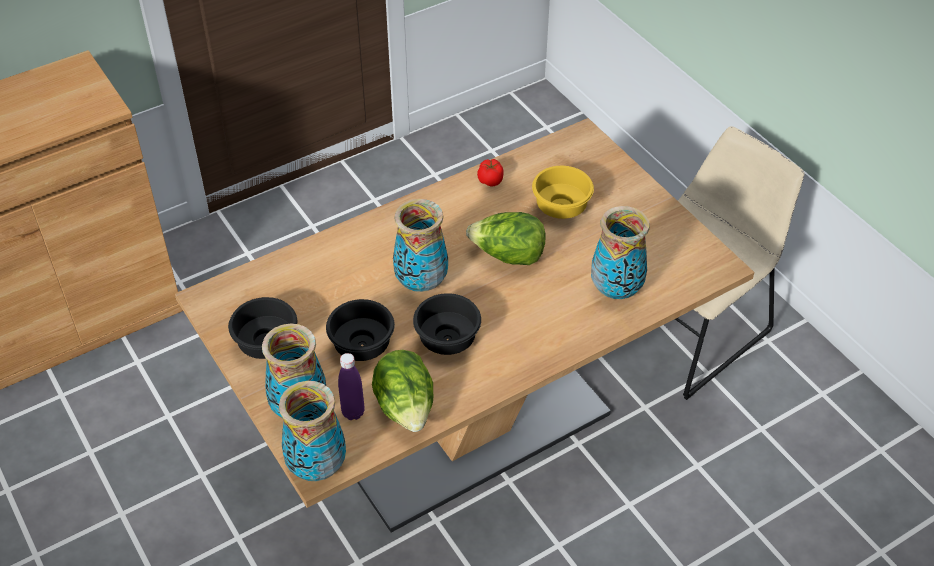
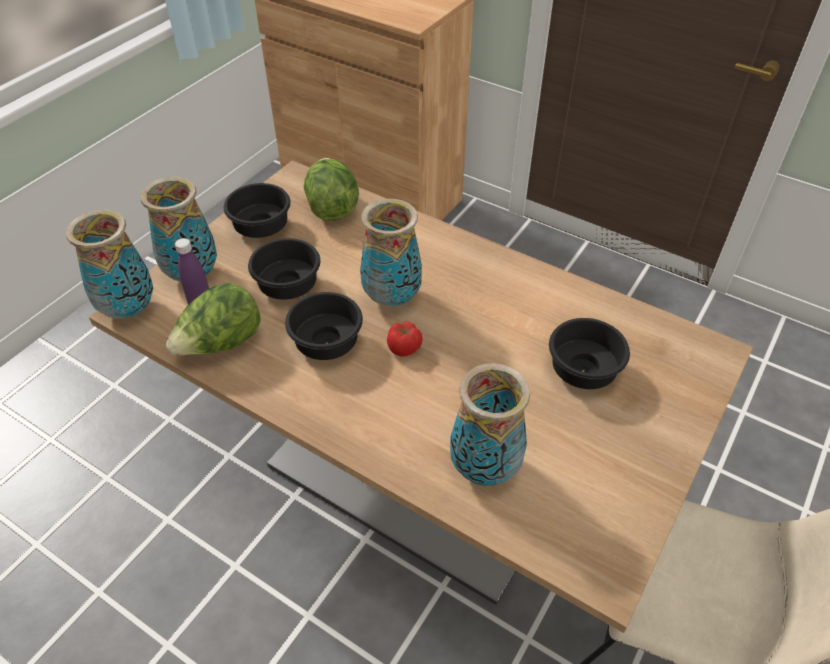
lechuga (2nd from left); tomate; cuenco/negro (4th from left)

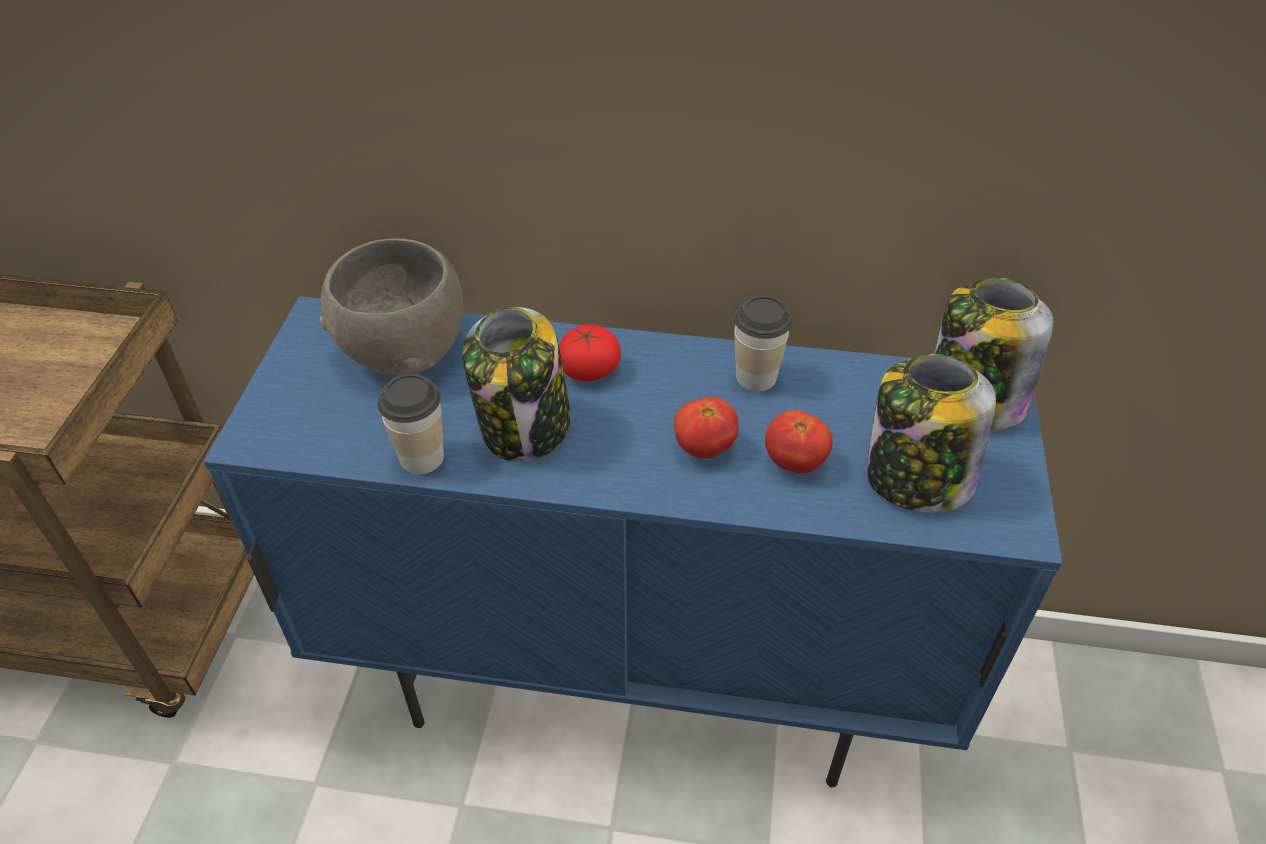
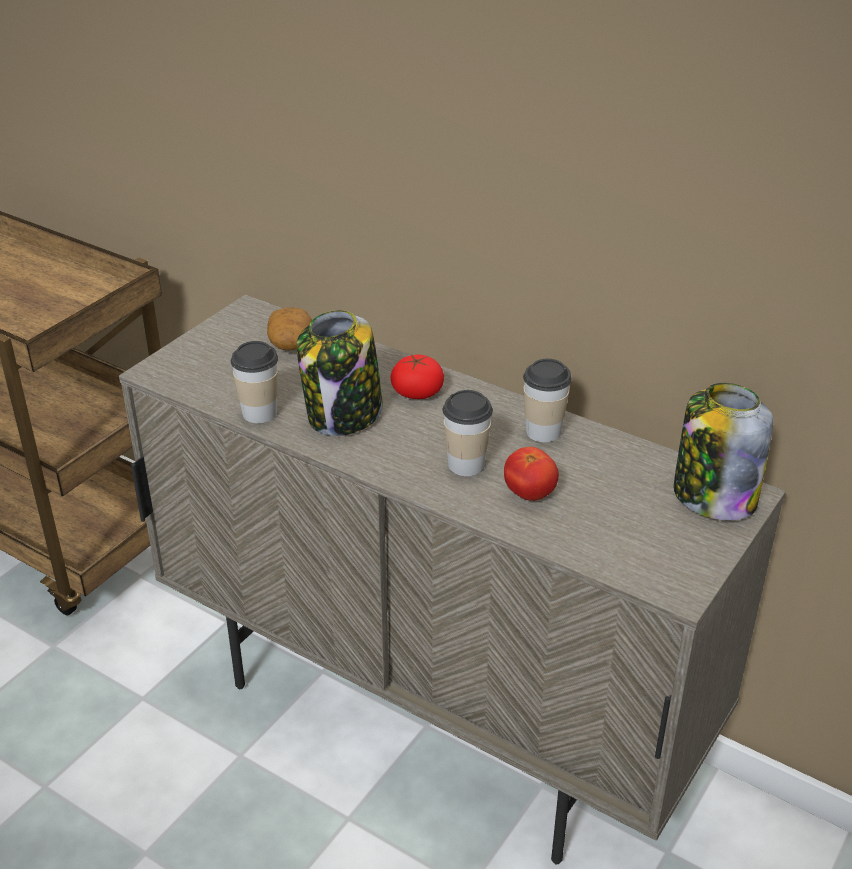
tarro (2nd from left in the first image); patata; taza (2nd from left); armario/beis

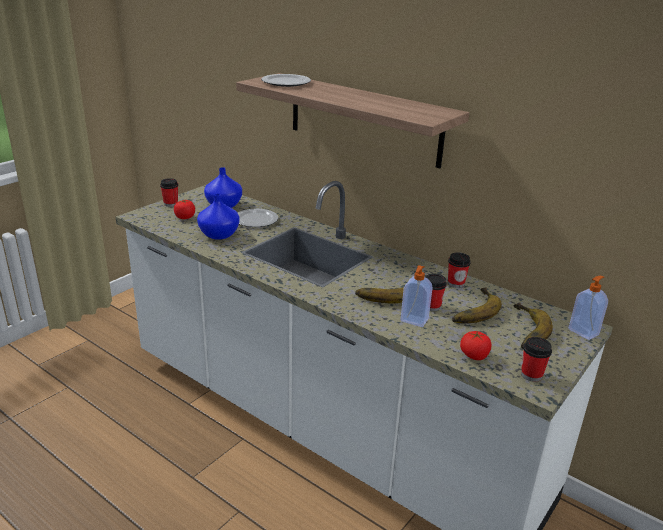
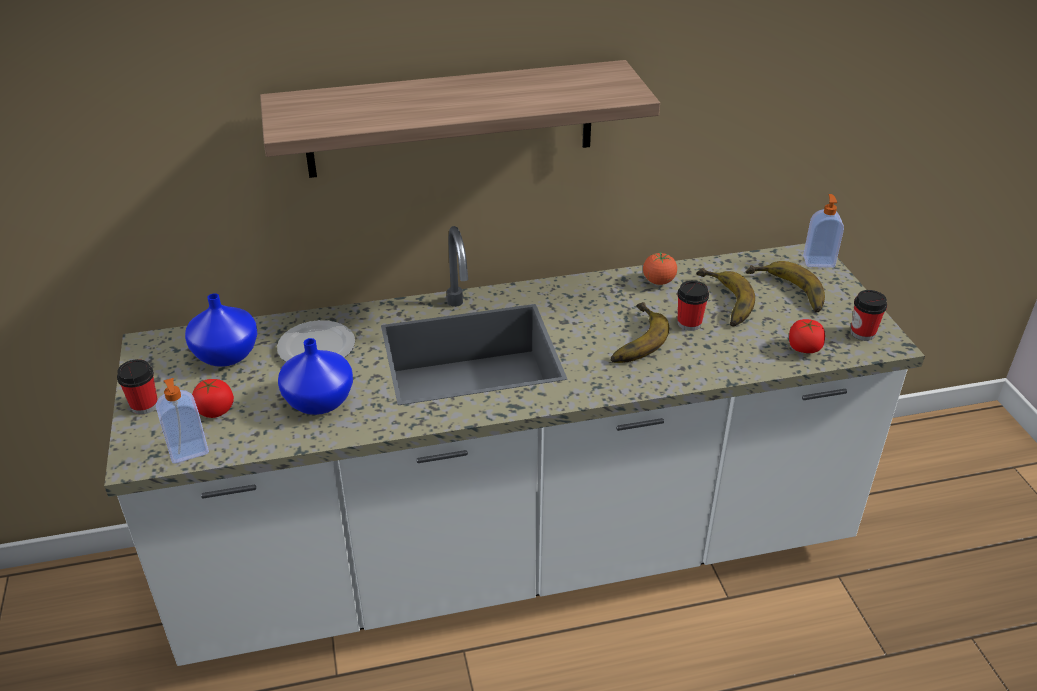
plato (2nd from left in the first image); dispensador de jabón (1st from left); tomate (2nd from left)

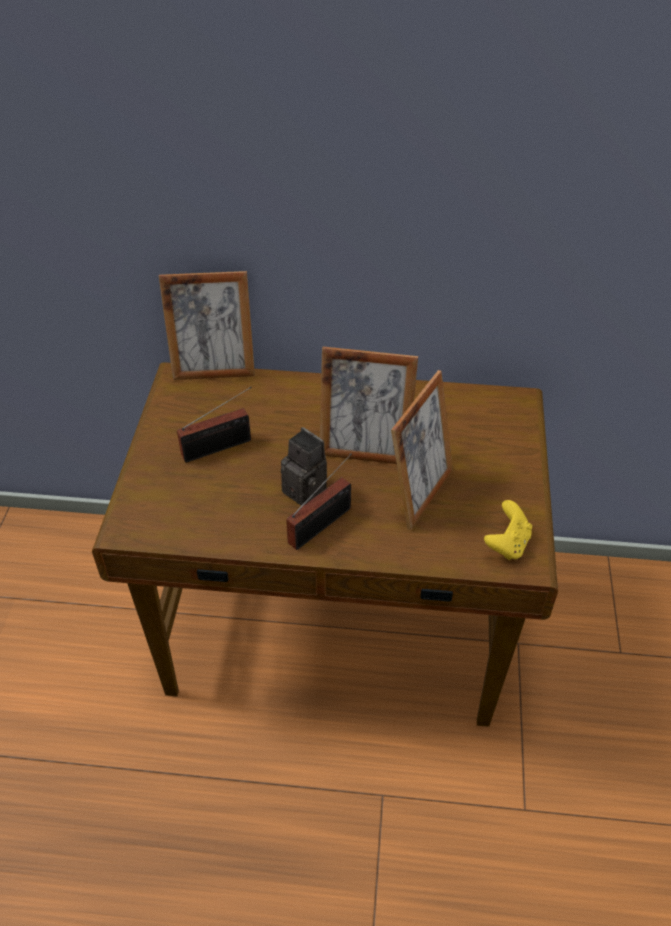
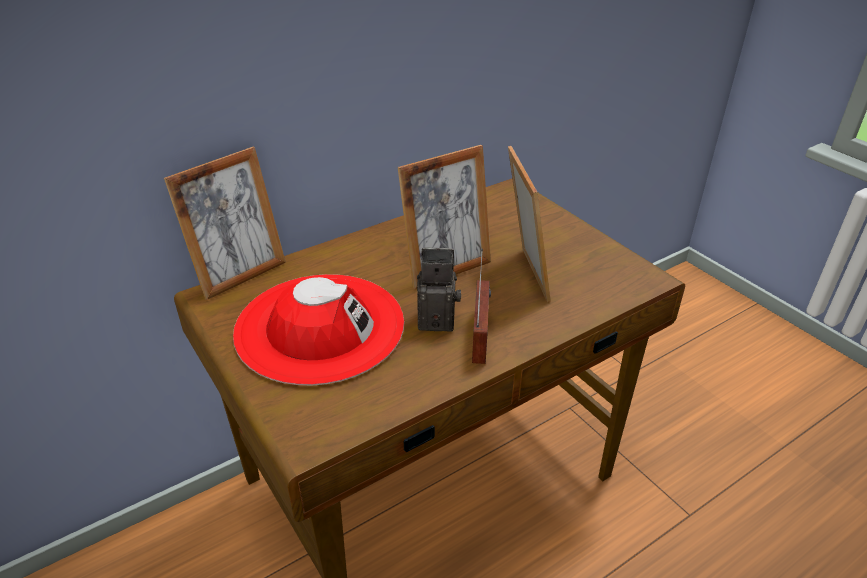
mando de consola/amarillo; sombrero/rojo

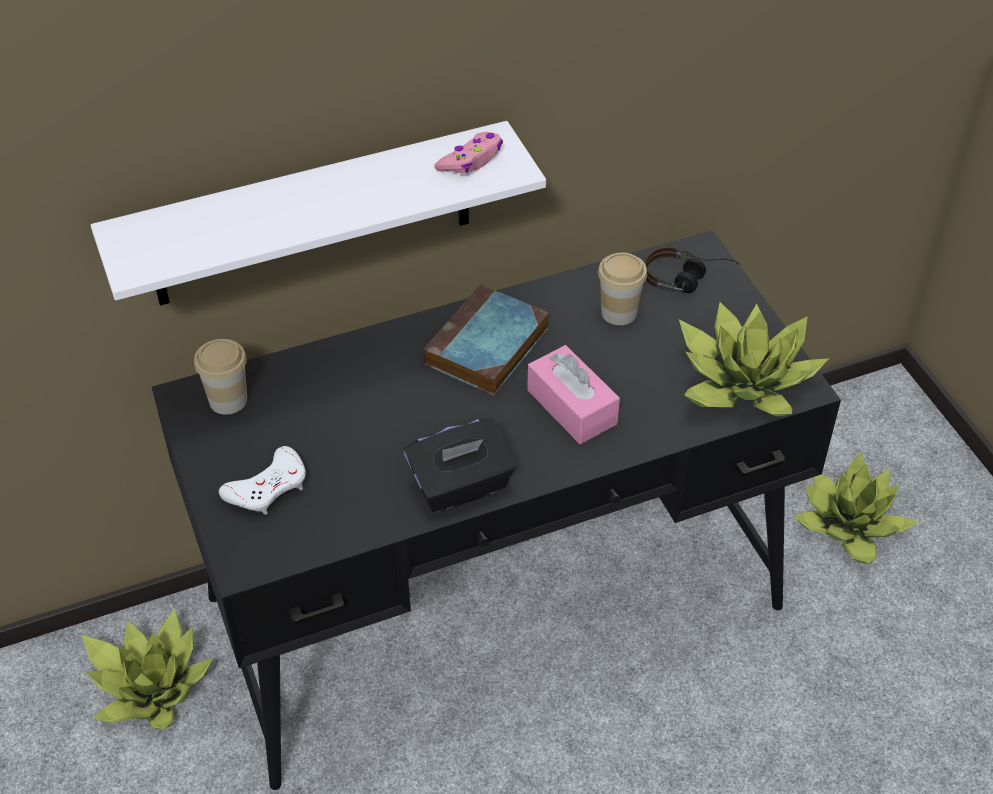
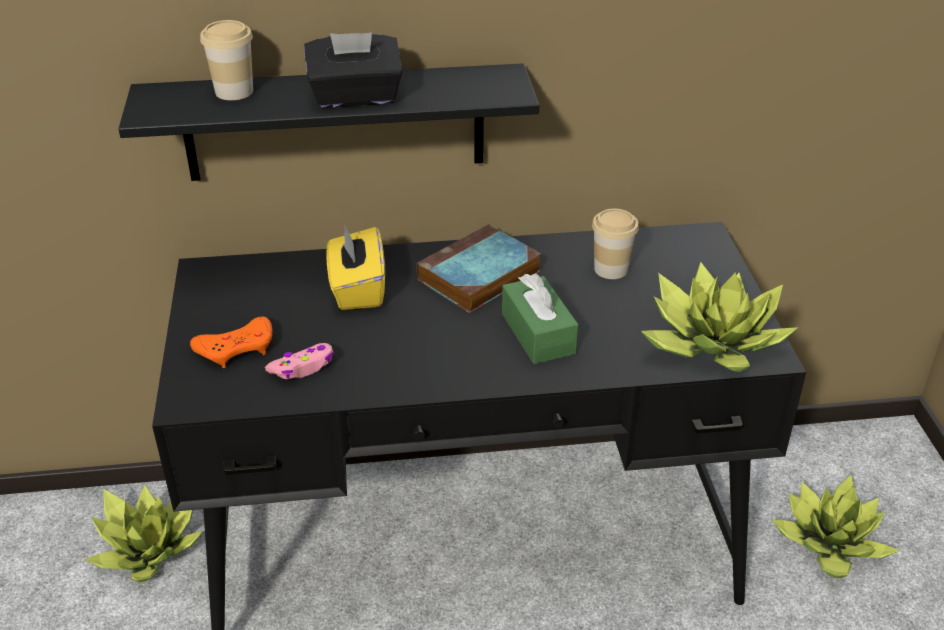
auriculares; caja de pañuelos/amarillo; taza (1st from left); caja de pañuelos/negro; mando de consola/rosa; estante/negro; mando de consola/naranja; caja de pañuelos/verde

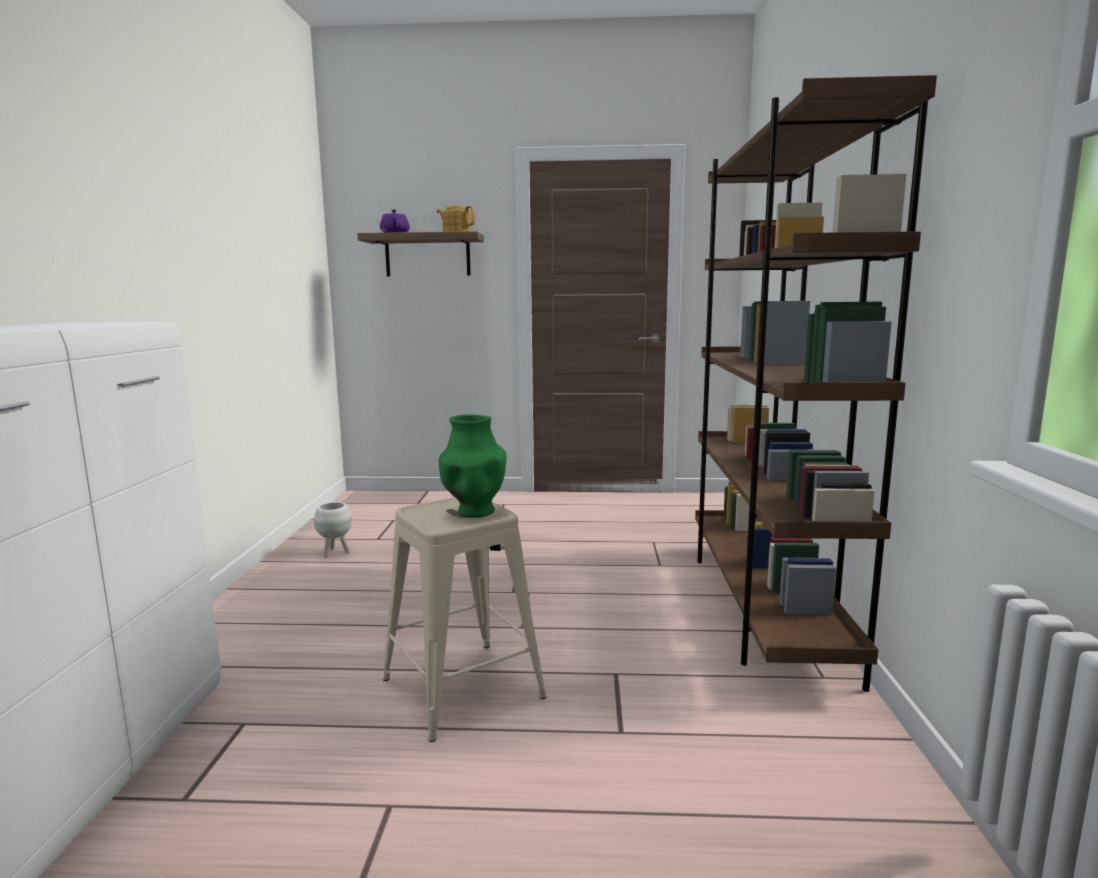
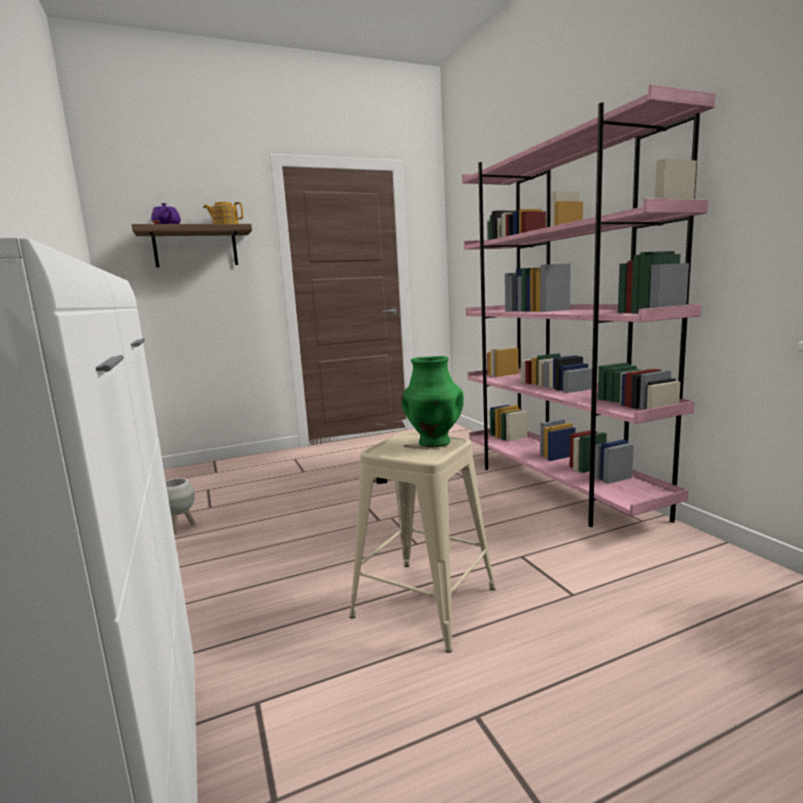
estantería/rosa

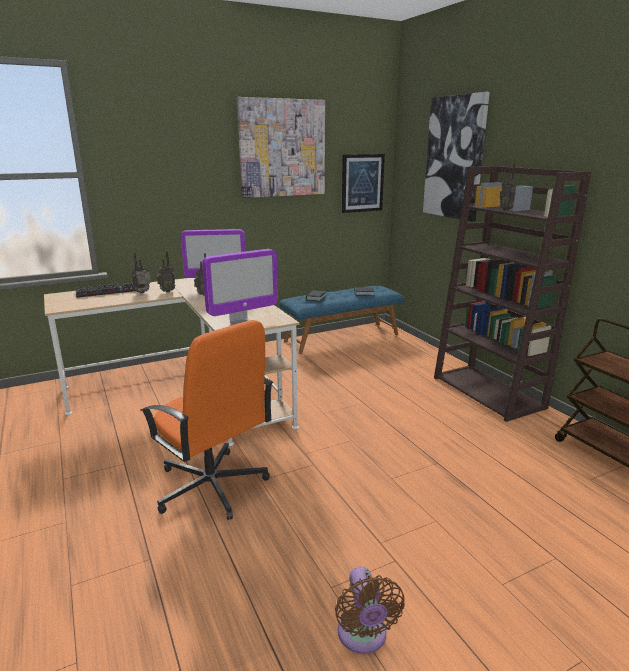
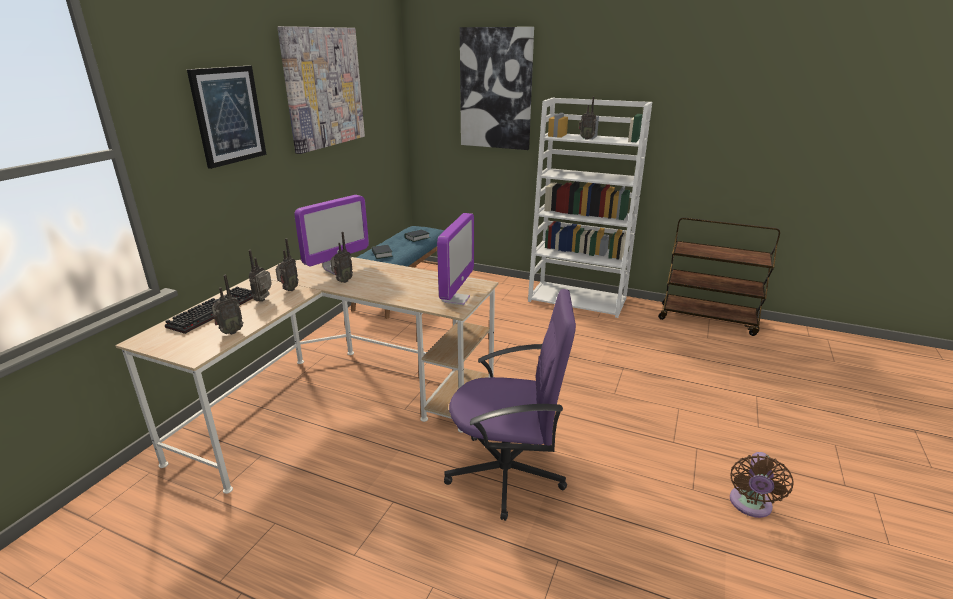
radio (1st from left); cuadro (1st from left); silla de oficina/morado; estantería/blanco; ventilador/marrón

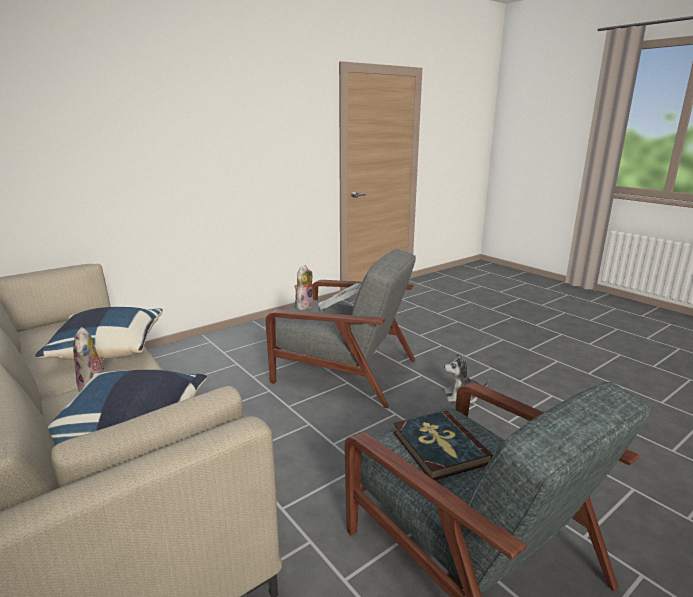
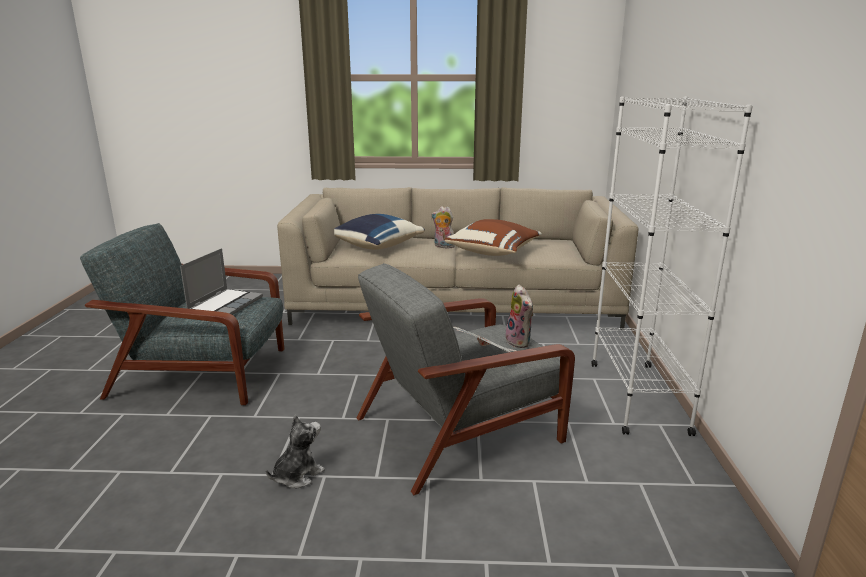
estantería/blanco; portátil; cojín/marrón

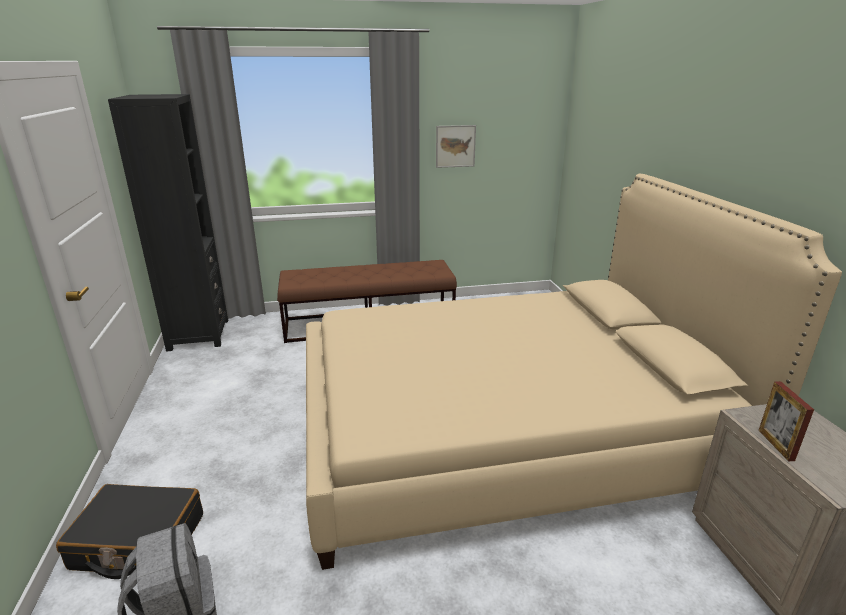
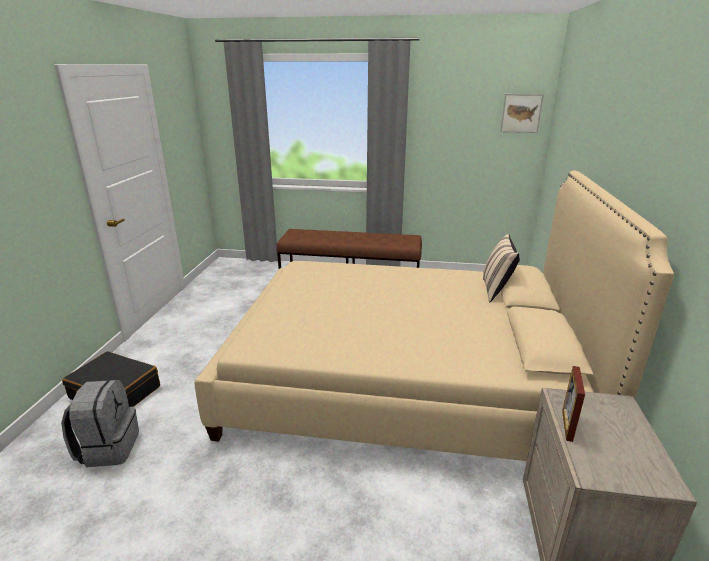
estantería/negro; cojín/beis; cuadro

